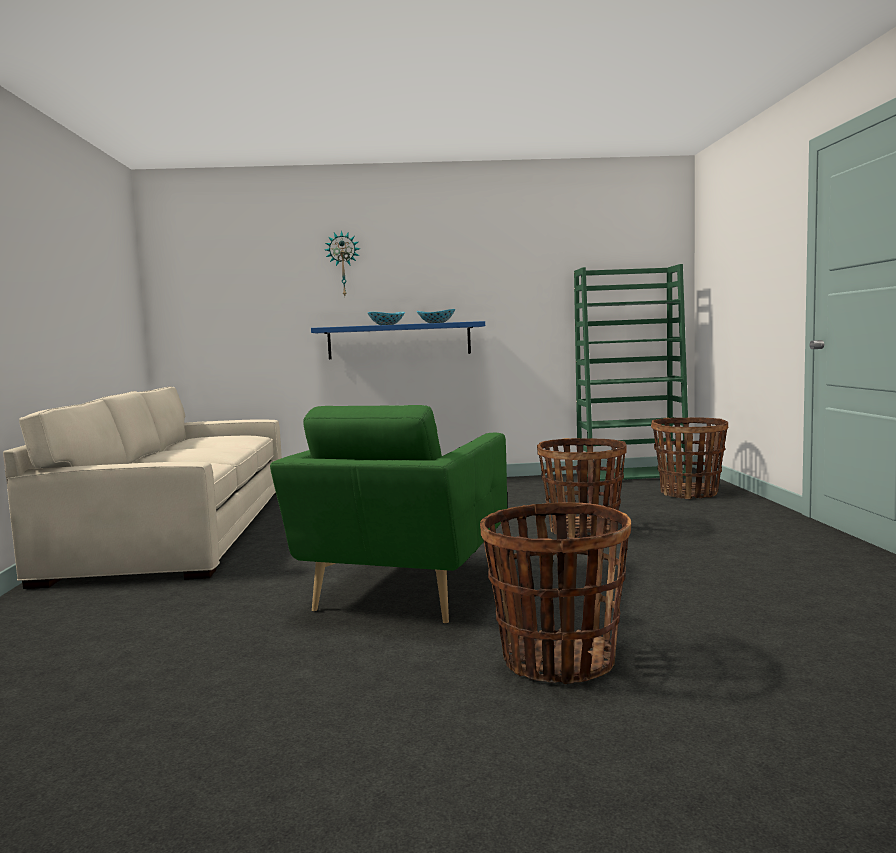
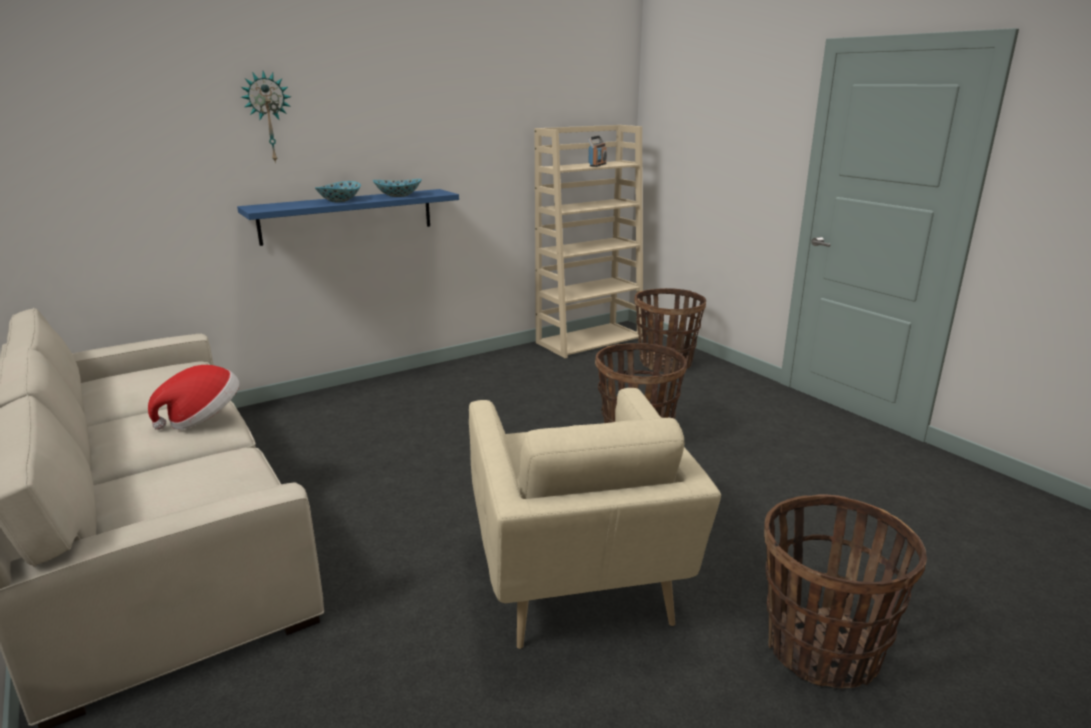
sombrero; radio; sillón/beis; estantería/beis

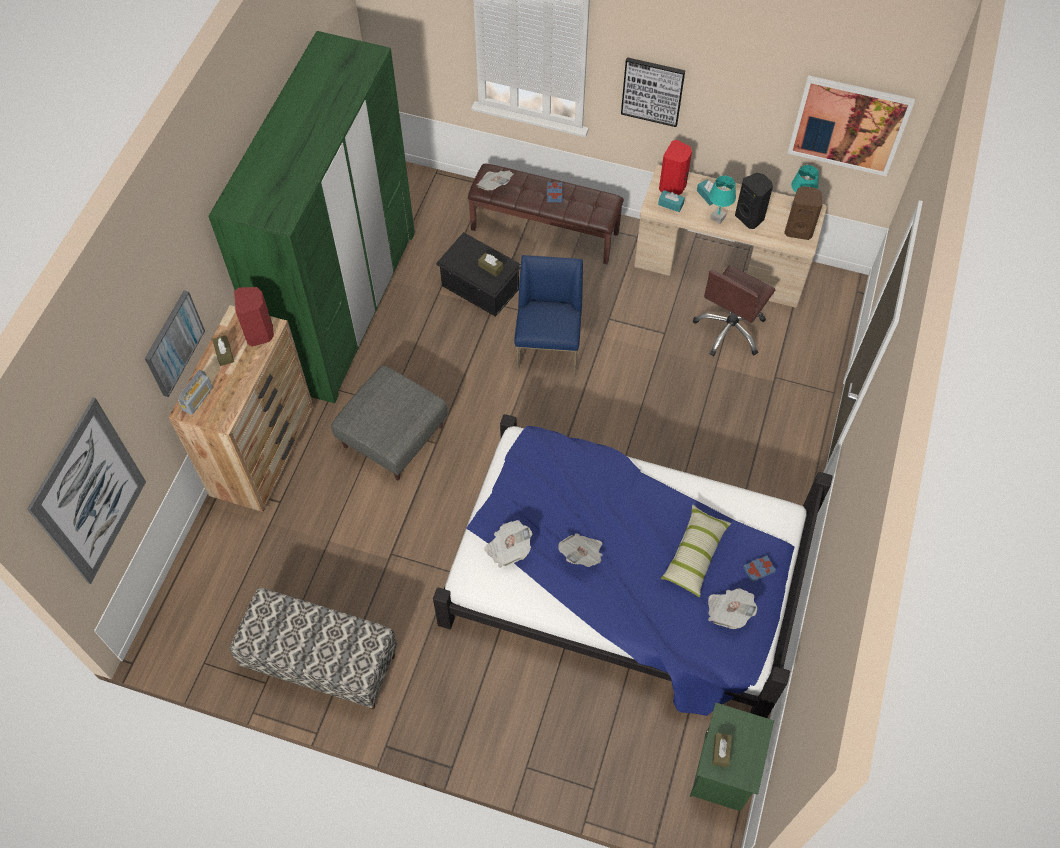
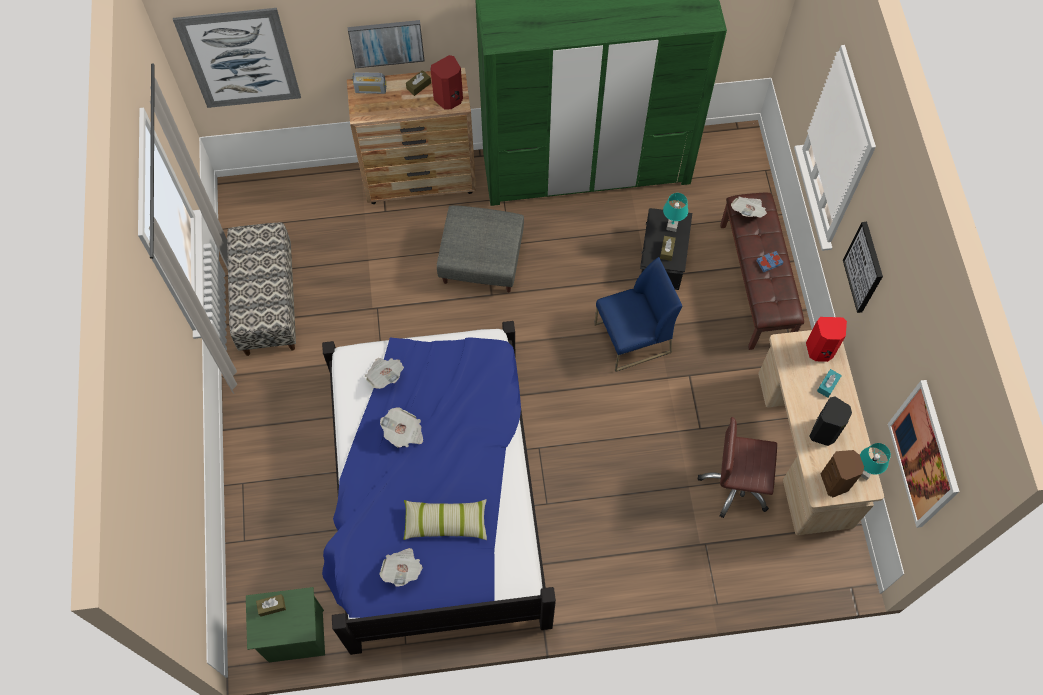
caja de pañuelos/turquesa (1st from left in the first image); libro/azul (2nd from left in the first image); lámpara de mesa/turquesa (1st from left)

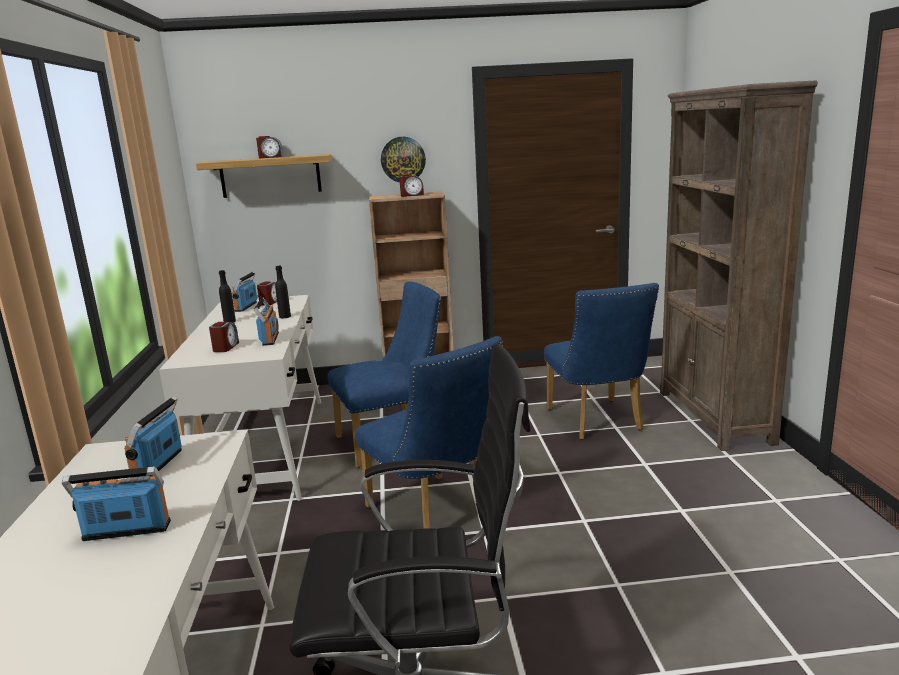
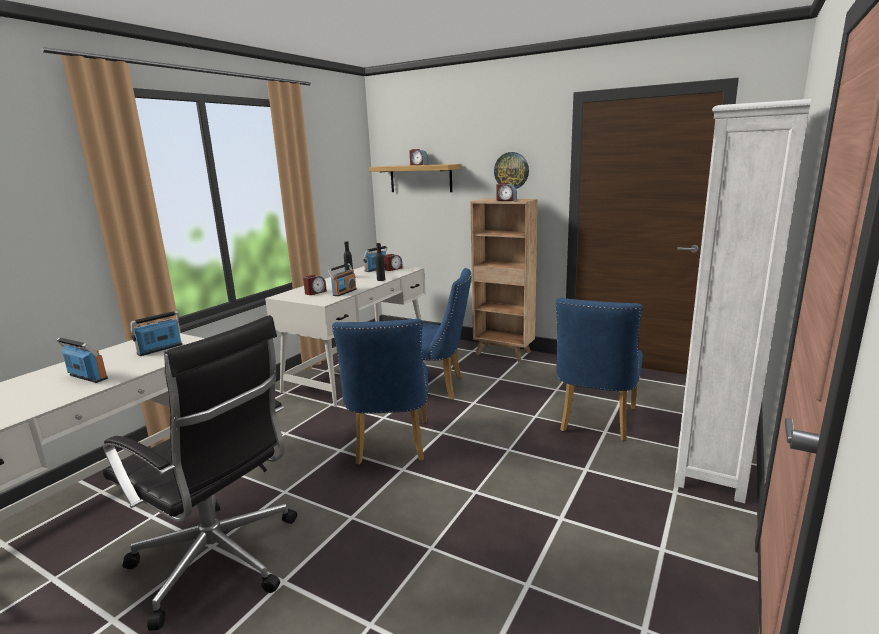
estantería/blanco

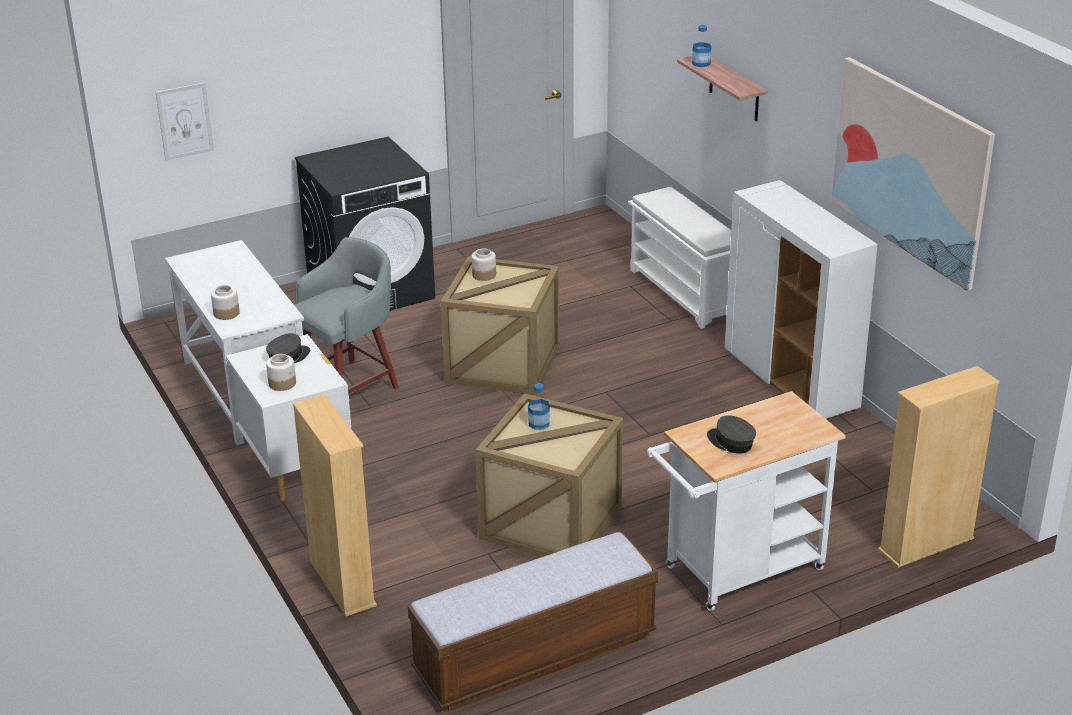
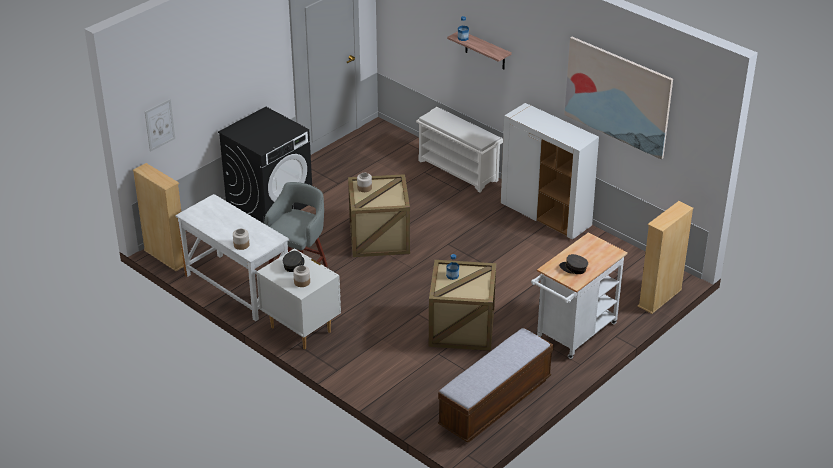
estantería/beis (1st from left)

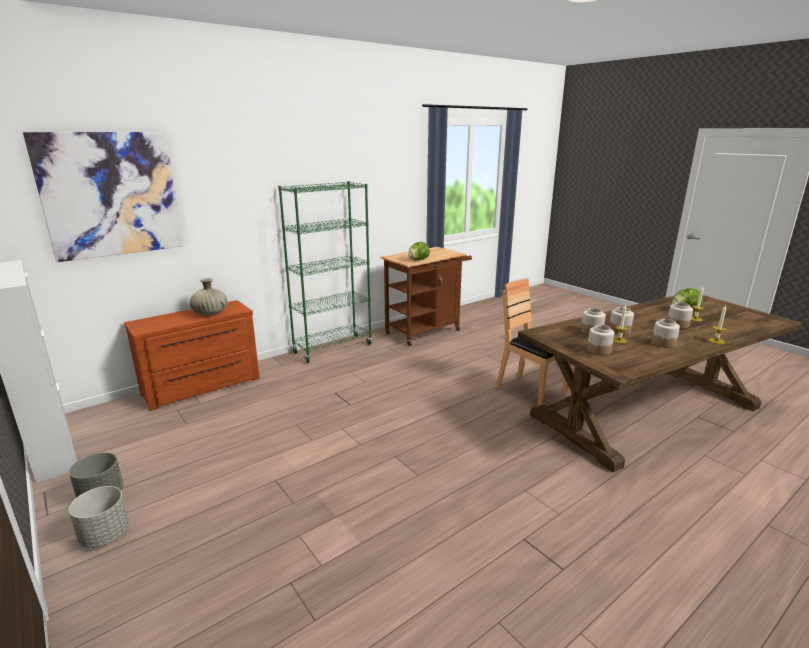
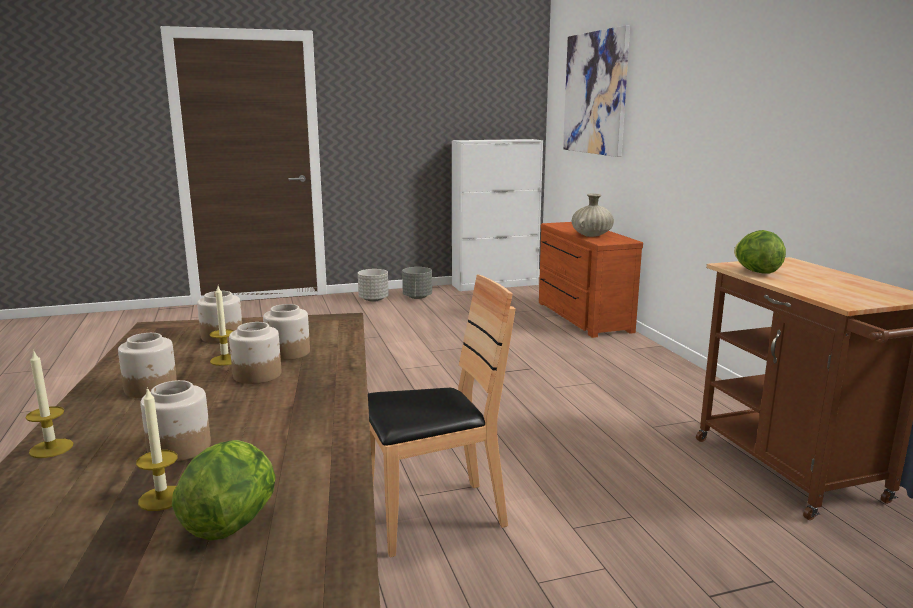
estantería/verde

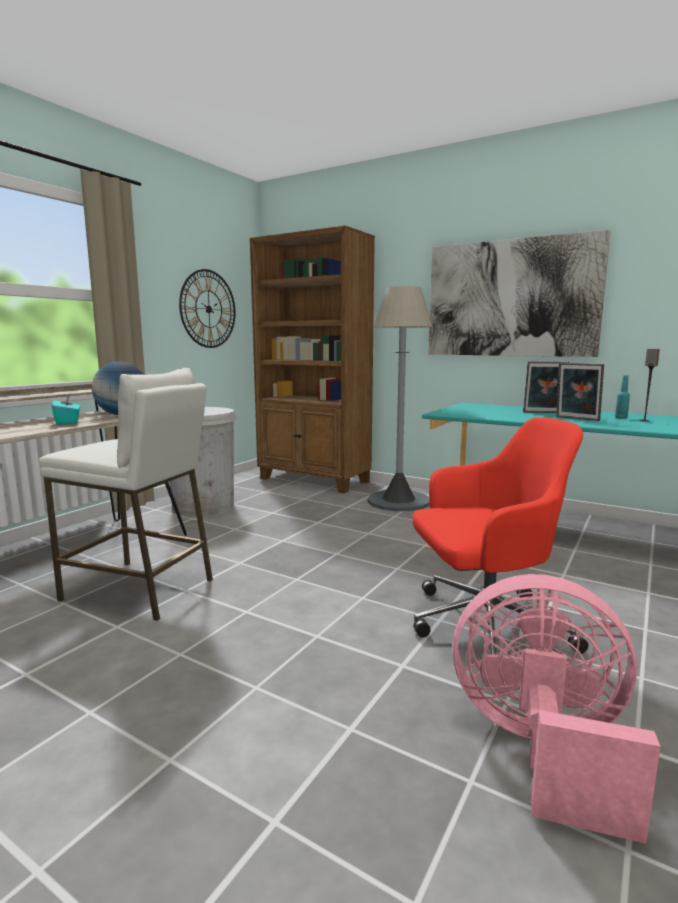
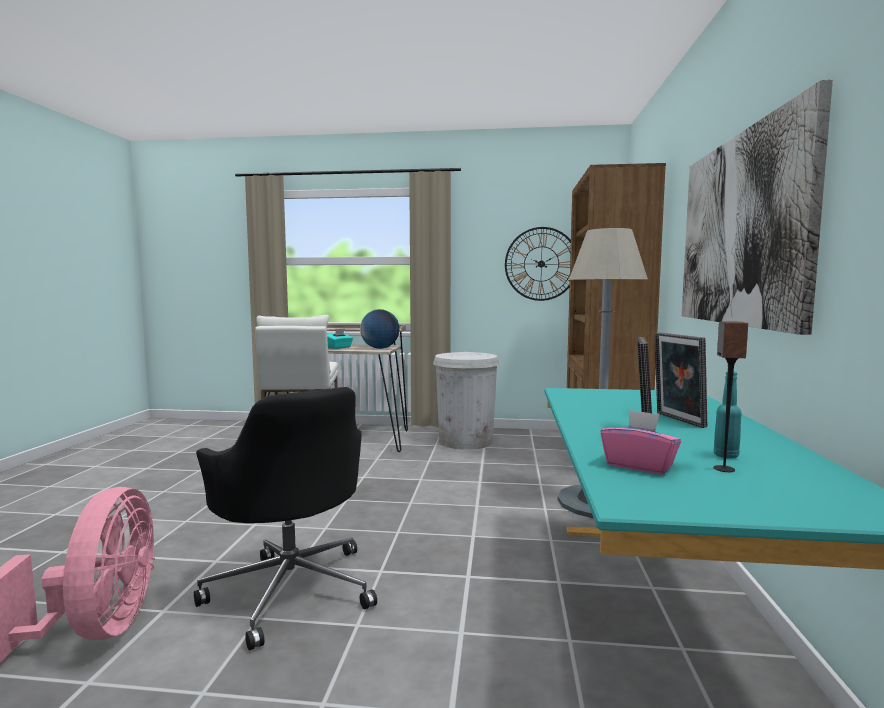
caja de pañuelos/rosa; silla de oficina/negro

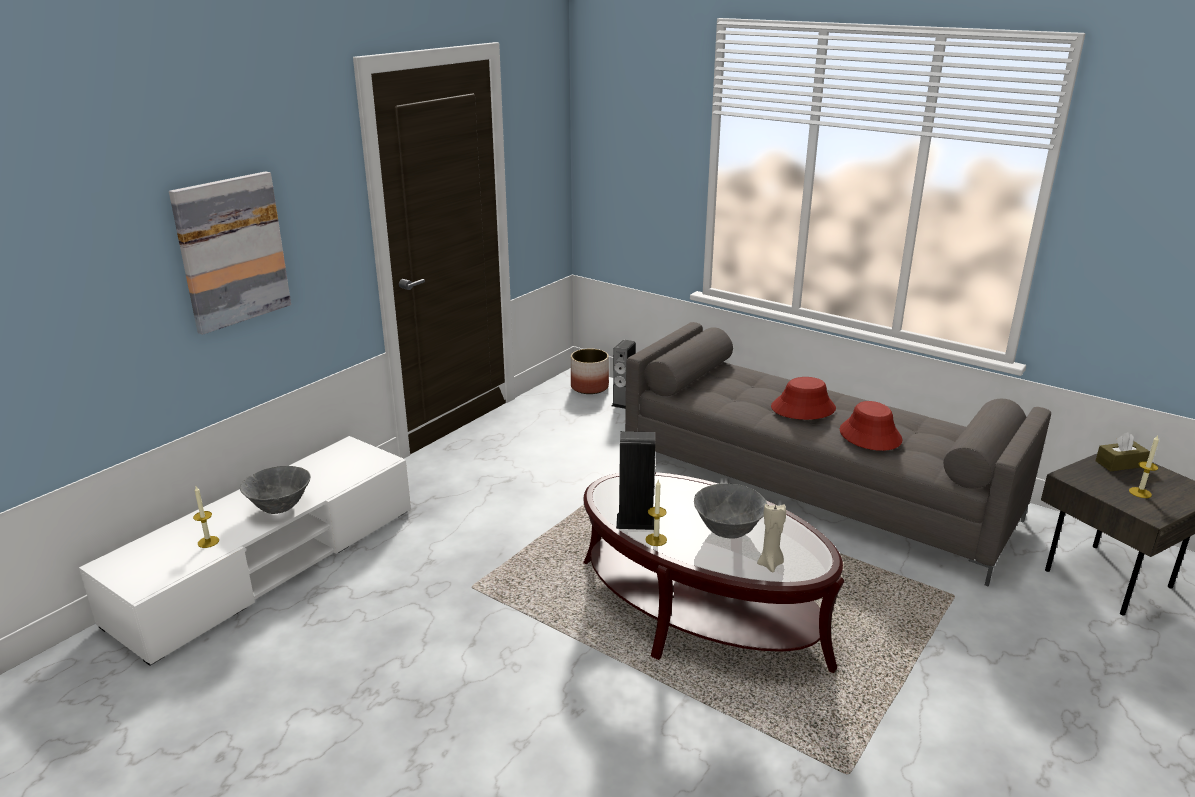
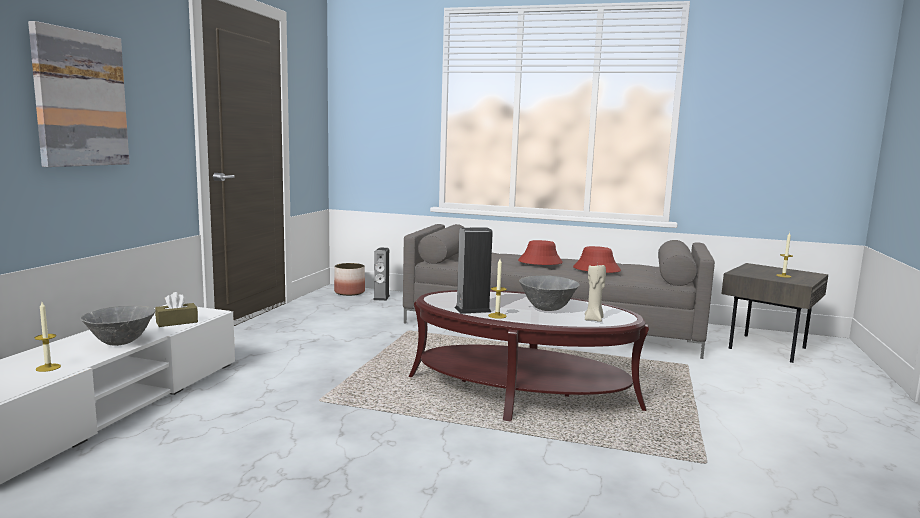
caja de pañuelos/marrón

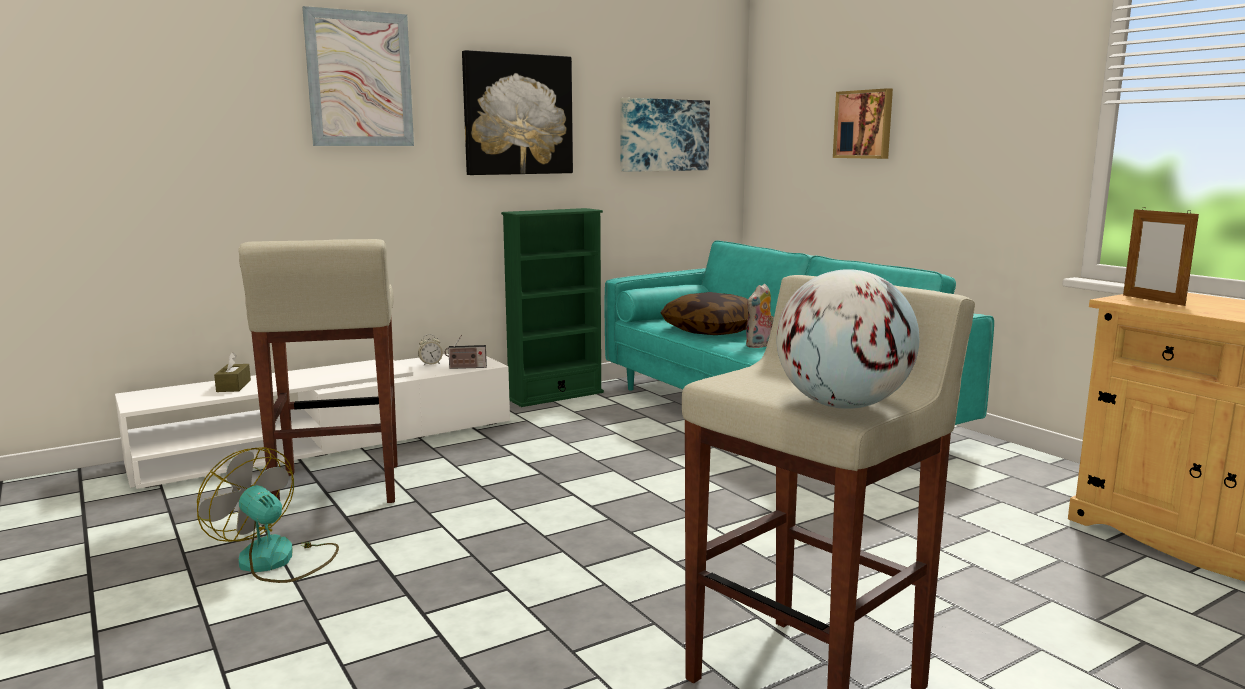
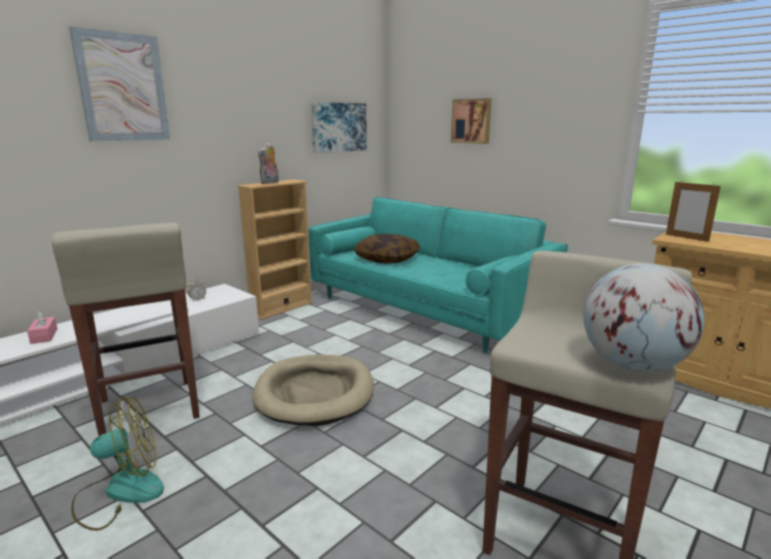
radio; cuadro (2nd from left in the first image); cama para perro/beis; peluche; caja de pañuelos/rosa; estantería/beis; ventilador

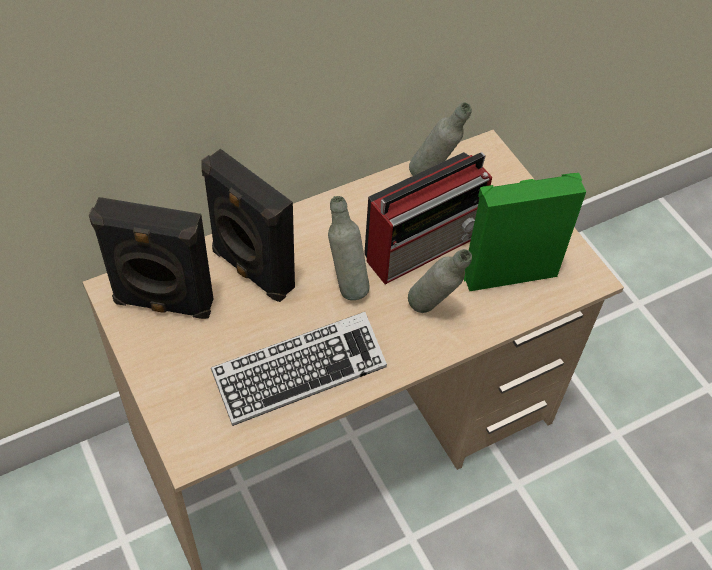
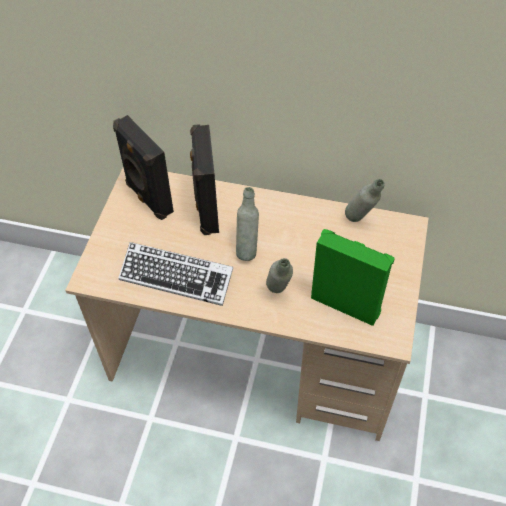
radio

